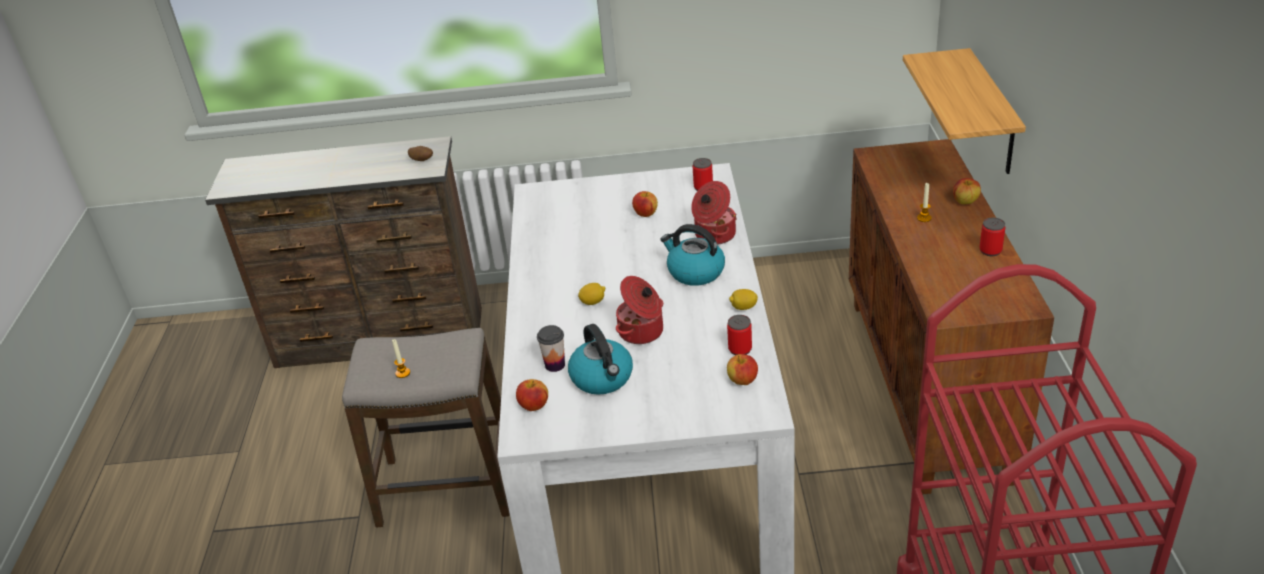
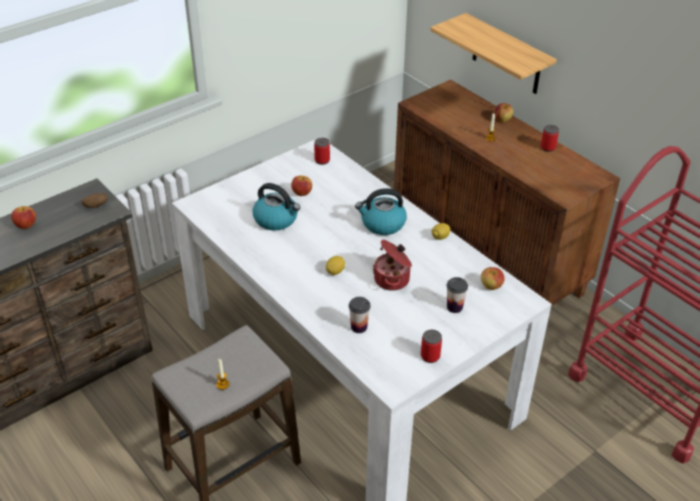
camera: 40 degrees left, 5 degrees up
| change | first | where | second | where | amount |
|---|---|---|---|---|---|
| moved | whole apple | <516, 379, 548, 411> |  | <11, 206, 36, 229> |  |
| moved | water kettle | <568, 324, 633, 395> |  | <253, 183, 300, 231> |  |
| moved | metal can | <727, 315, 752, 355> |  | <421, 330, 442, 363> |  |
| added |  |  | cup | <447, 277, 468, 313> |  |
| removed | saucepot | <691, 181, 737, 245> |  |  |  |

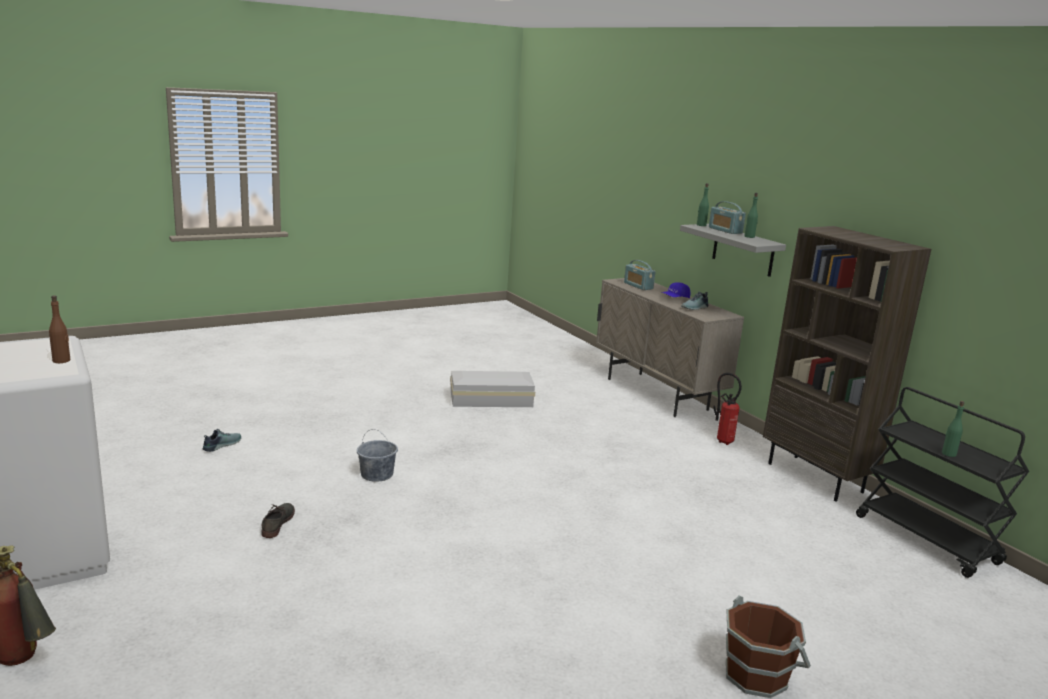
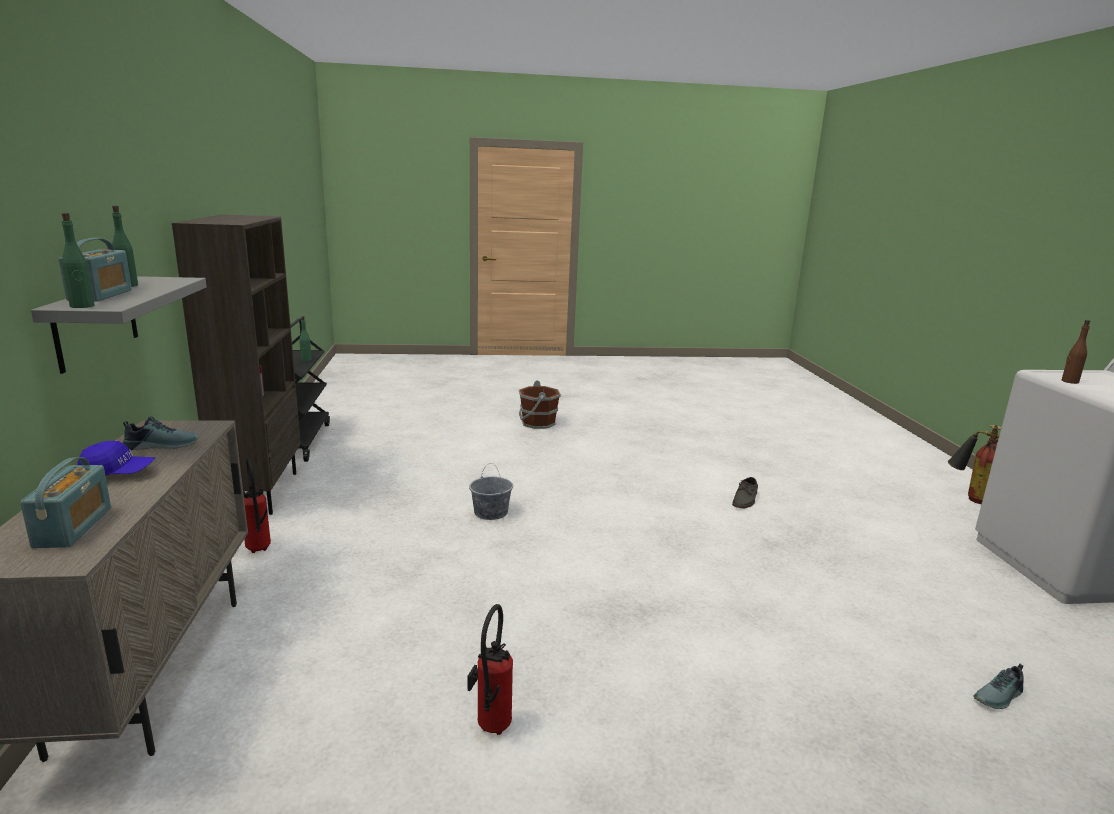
camera: 155 degrees left, 0 degrees up
| change | first | where | second | where | amount |
|---|---|---|---|---|---|
| replaced | storage container (white-coloured) | <450, 371, 535, 407> | extinguisher | <467, 604, 513, 735> |  |
| moved | pail (gray) | <357, 429, 398, 482> |  | <469, 463, 513, 520> |  |
| moved | item of footwear (gray) | <261, 503, 295, 538> |  | <732, 477, 758, 508> |  |

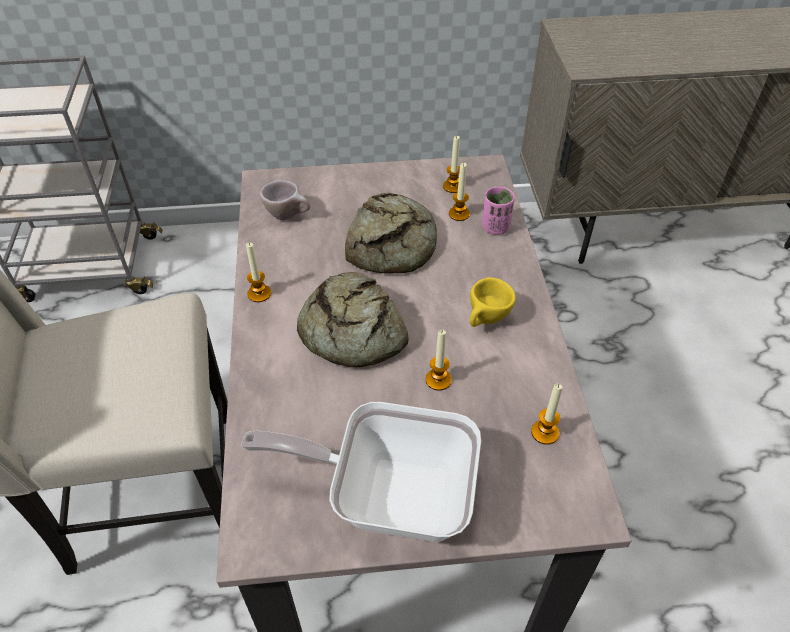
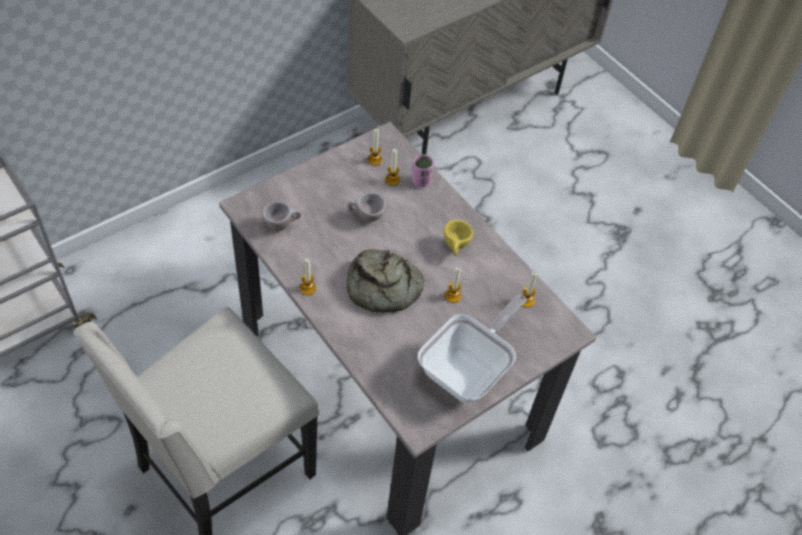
camera: 35 degrees left, 5 degrees up
| change | first | where | second | where | amount |
|---|---|---|---|---|---|
| replaced | bakery bread | <345, 193, 437, 273> | cup (beige-coloured) | <347, 193, 386, 222> |  |
| turned | frying pan | <241, 402, 481, 542> |  | <418, 294, 527, 403> | 150 degrees clockwise |

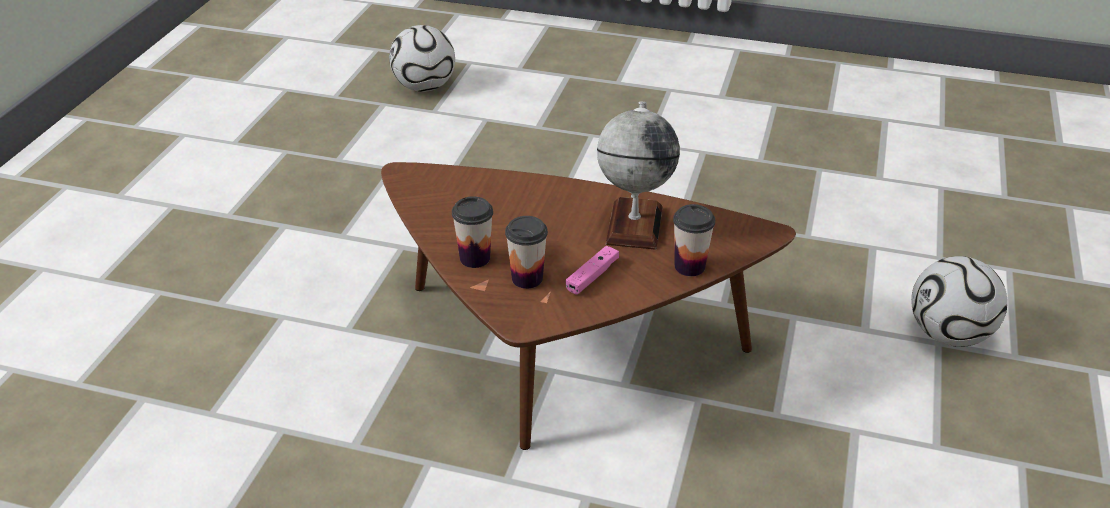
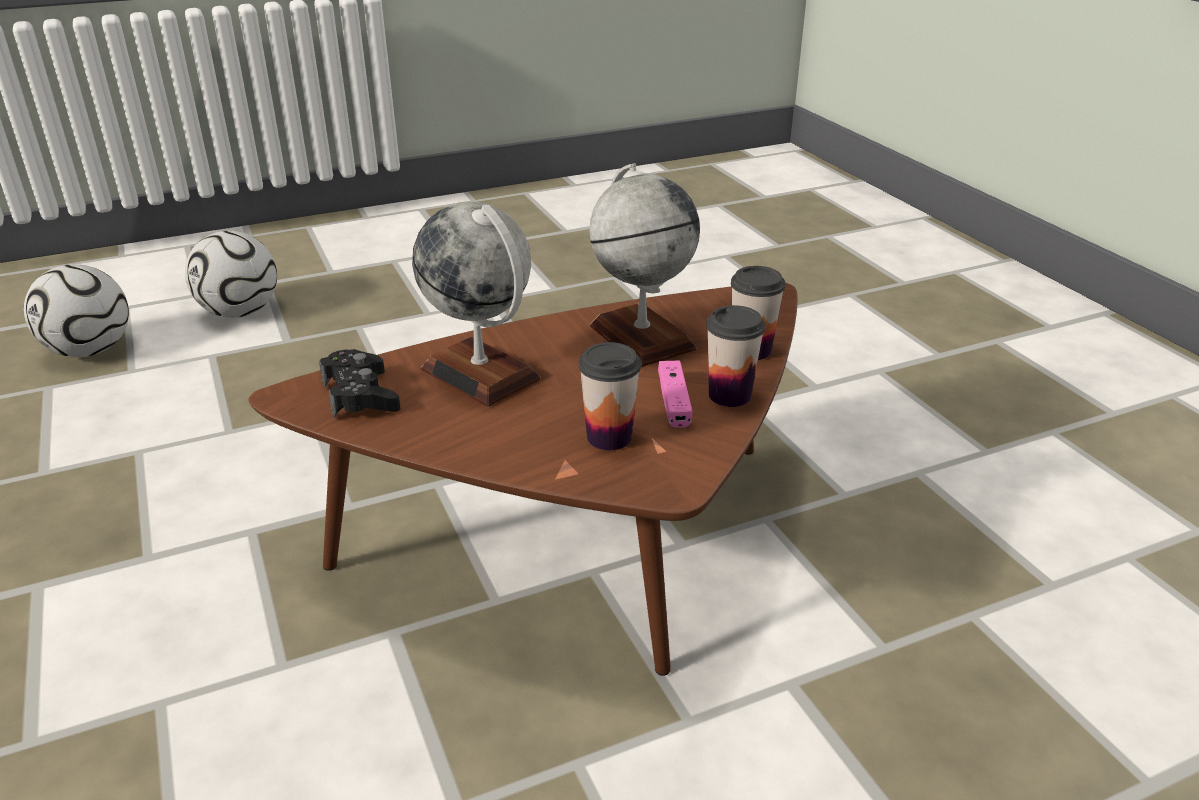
camera: 40 degrees left, 5 degrees down
| change | first | where | second | where | amount |
|---|---|---|---|---|---|
| moved | football | <911, 256, 1007, 347> |  | <185, 231, 277, 318> |  |
| added |  |  | joypad (black-coloured) | <319, 349, 401, 418> |  |
| added |  |  | globe | <412, 202, 540, 407> |  |
| moved | cup | <452, 196, 493, 268> |  | <706, 305, 765, 407> |  |

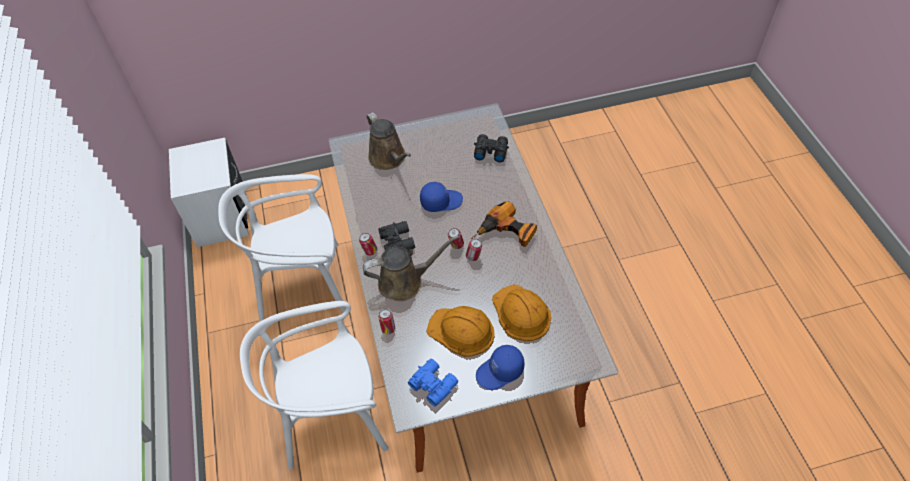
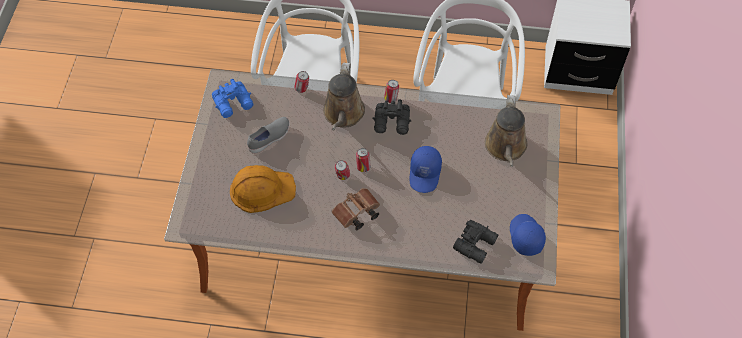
camera: 110 degrees right, 5 degrees up
| change | first | where | second | where | amount |
|---|---|---|---|---|---|
| replaced | work helmet (orangey) | <426, 306, 495, 357> | item of footwear (gray) | <247, 117, 290, 153> |  |
| replaced | power drill | <471, 201, 537, 247> | field glasses (brownish) | <332, 188, 380, 230> |  |
| turned | watering pot (brownish) | <367, 112, 411, 170> |  | <485, 95, 527, 167> | 75 degrees counterclockwise |
| moved | baseball cap (bluish) | <476, 345, 525, 390> |  | <510, 214, 546, 256> |  |

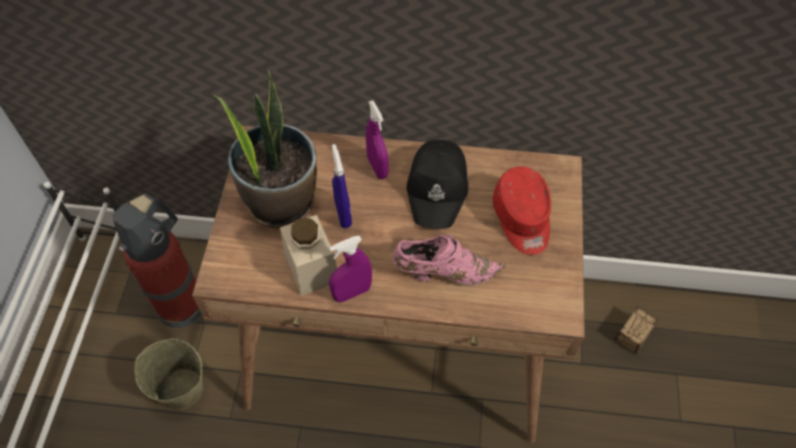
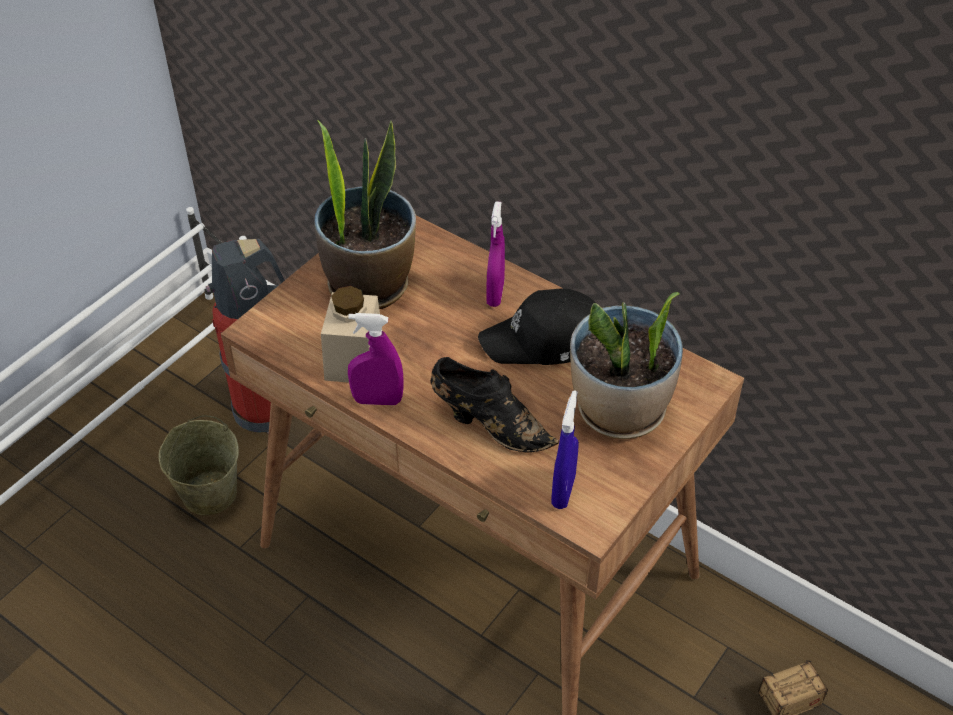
camera: 30 degrees right, 10 degrees down
| change | first | where | second | where | amount |
|---|---|---|---|---|---|
| recoloured | item of footwear (pinkish) | <392, 235, 506, 286> | item of footwear (black-coloured) | <431, 357, 559, 453> |  |
| turned | baseball cap (black-coloured) | <406, 140, 468, 229> |  | <478, 289, 597, 365> | 45 degrees clockwise |
| moved | sprayer (bluish) | <332, 144, 352, 228> |  | <551, 390, 579, 509> |  |
| replaced | baseball cap (red) | <493, 166, 551, 255> | houseplant | <570, 292, 683, 439> |  |

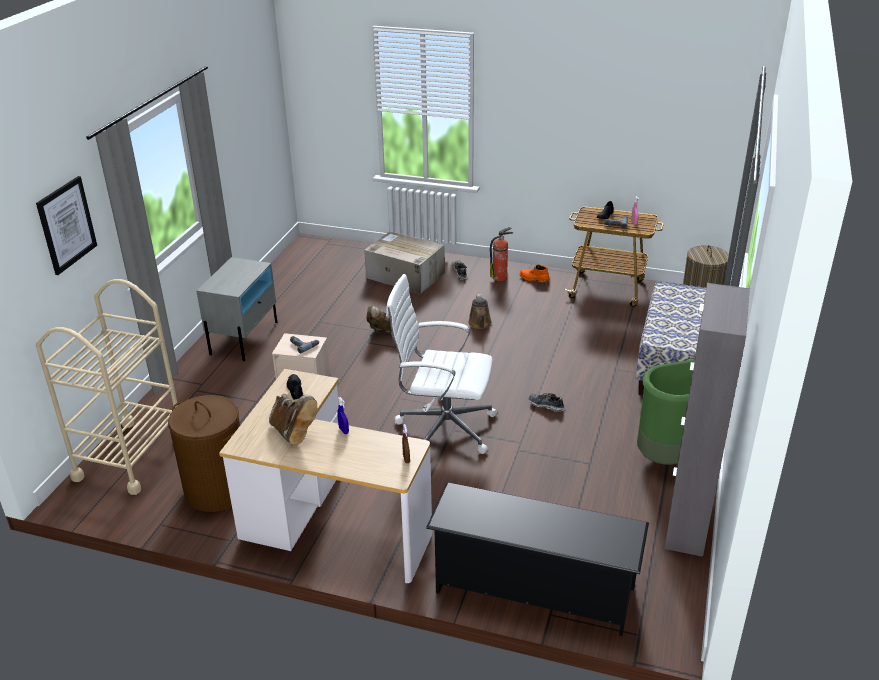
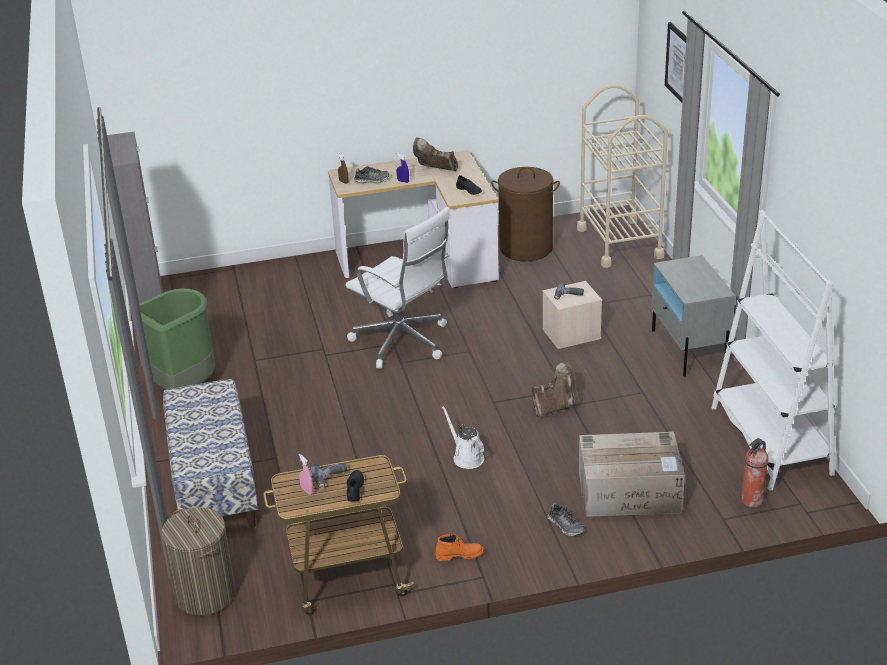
camera: 150 degrees right, 0 degrees up
| change | first | where | second | where | amount |
|---|---|---|---|---|---|
| turned | office chair (white-coloured) | <386, 274, 497, 454> |  | <346, 207, 451, 368> | 60 degrees clockwise |
| moved | item of footwear | <529, 393, 564, 412> |  | <354, 166, 389, 184> |  |
| recoloured | watering pot (brownish) | <468, 294, 492, 329> | watering pot (white-coloured) | <442, 406, 484, 469> |  |
| added |  |  | bookshelf (white-coloured) | <712, 210, 836, 490> |  |
| moved | extinguisher | <490, 227, 514, 281> |  | <741, 438, 768, 507> |  |
| removed | shoe shelf (black-coloured) | <426, 482, 649, 636> |  |  |  |

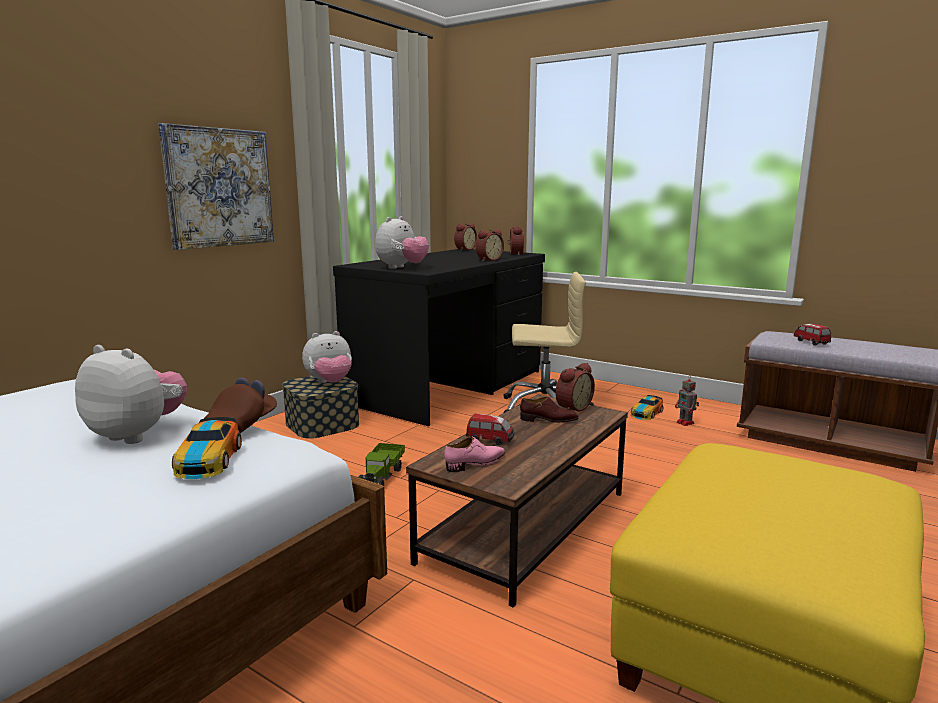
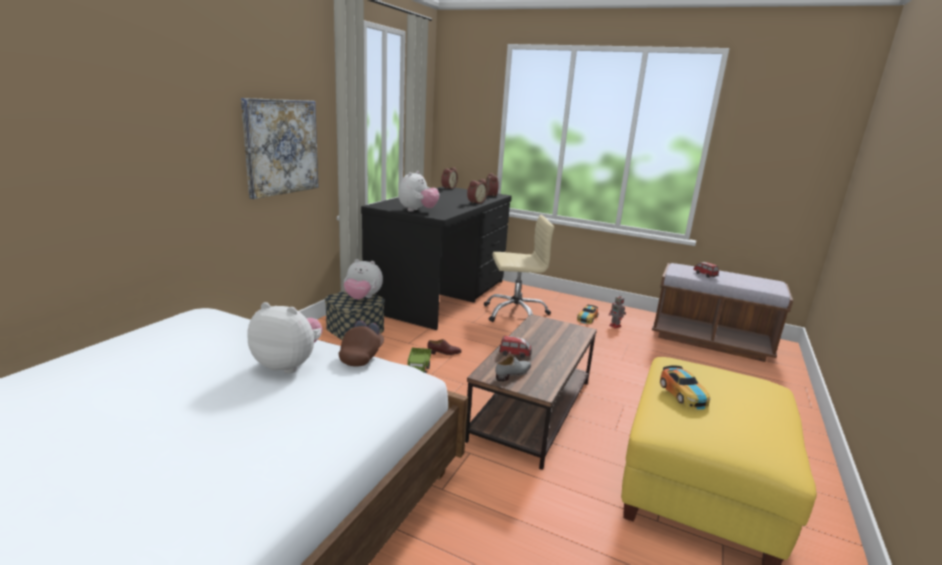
camera: 10 degrees left, 5 degrees up
| change | first | where | second | where | amount |
|---|---|---|---|---|---|
| turned | cuddly toy | <302, 331, 352, 383> |  | <344, 259, 383, 299> | 45 degrees clockwise |
| moved | item of footwear (brownish) | <520, 396, 579, 423> |  | <427, 339, 462, 355> |  |
| recoloured | item of footwear (pinkish) | <444, 437, 505, 472> | item of footwear (gray) | <495, 356, 531, 381> |  |
| moved | model car | <172, 417, 242, 479> |  | <660, 366, 710, 410> |  |
| removed | alarm clock | <556, 363, 595, 411> |  |  |  |

